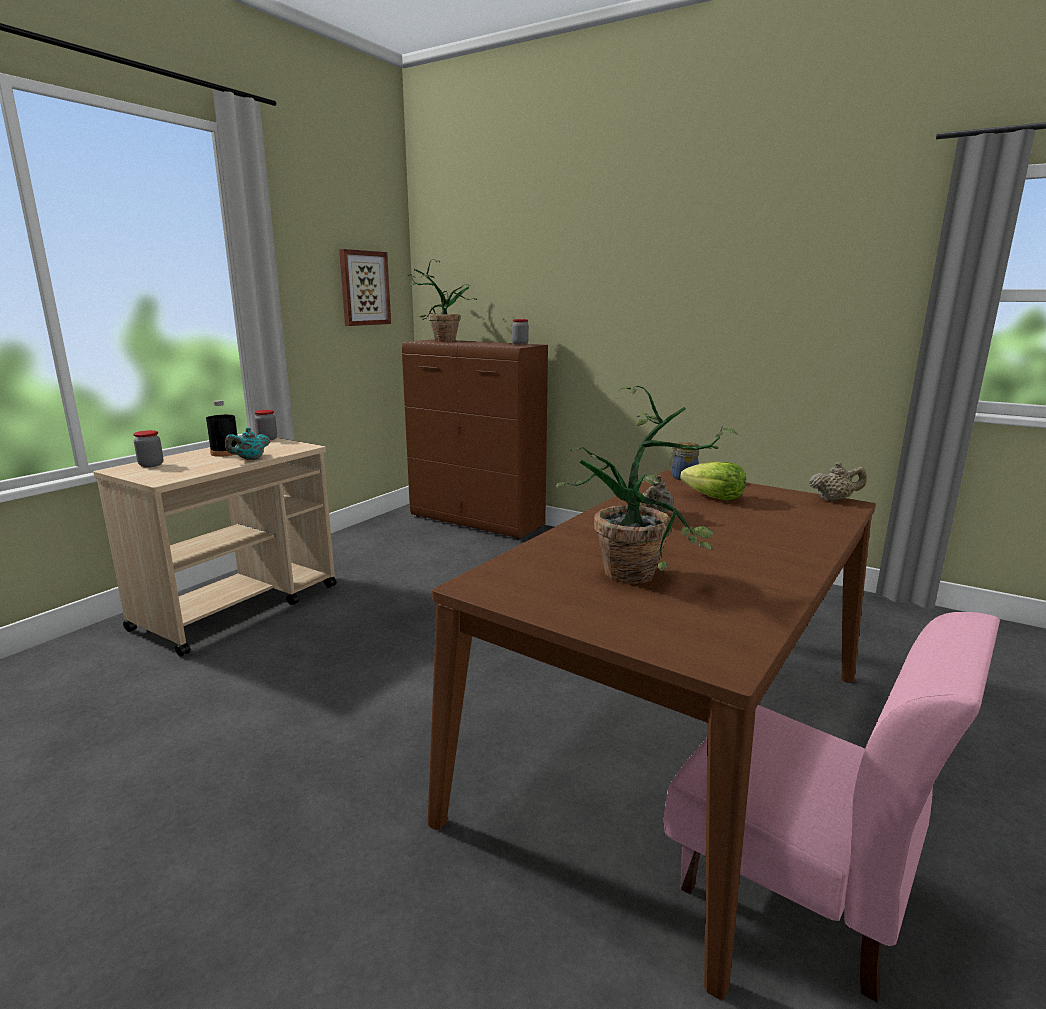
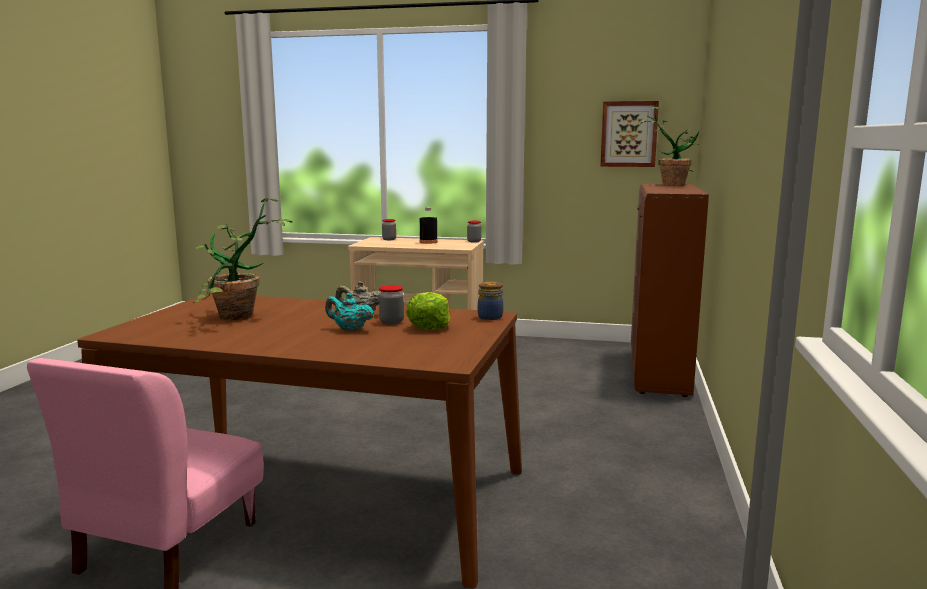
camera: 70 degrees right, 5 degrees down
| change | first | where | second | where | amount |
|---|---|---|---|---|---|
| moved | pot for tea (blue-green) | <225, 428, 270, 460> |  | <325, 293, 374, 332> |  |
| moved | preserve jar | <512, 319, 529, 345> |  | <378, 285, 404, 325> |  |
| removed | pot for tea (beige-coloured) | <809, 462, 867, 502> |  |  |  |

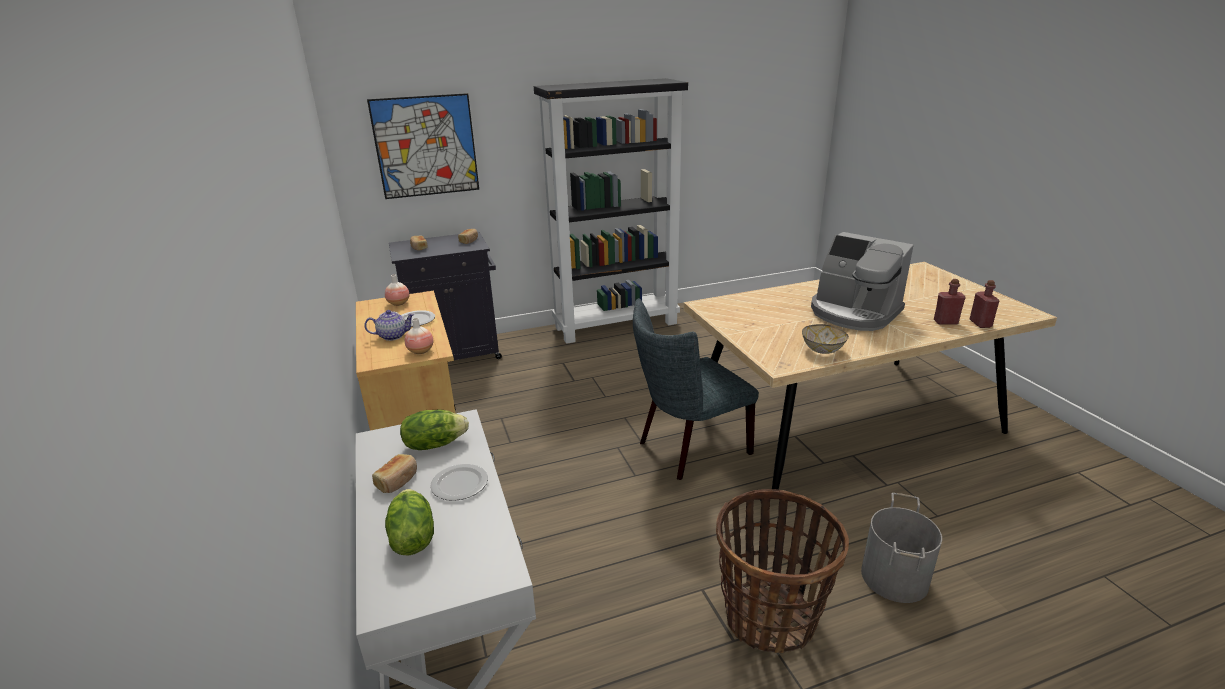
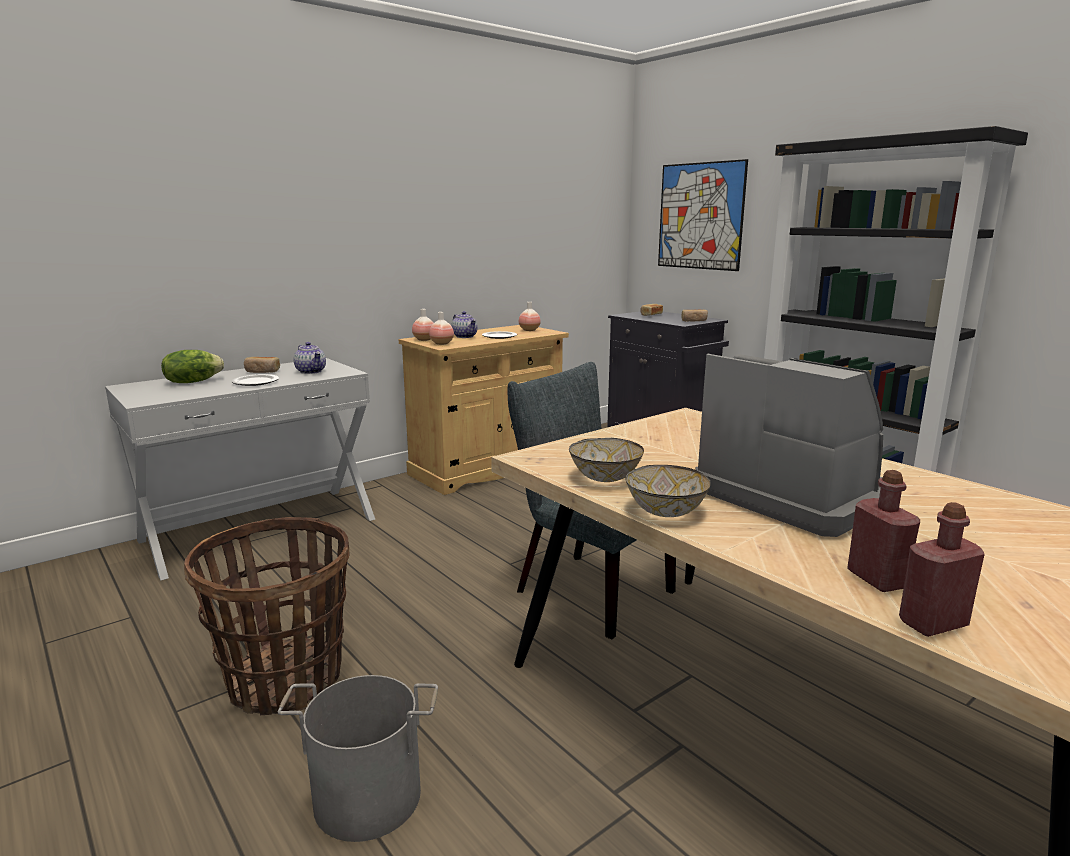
camera: 70 degrees right, 10 degrees down
| change | first | where | second | where | amount |
|---|---|---|---|---|---|
| replaced | lettuce head | <400, 410, 469, 450> | pot for tea | <294, 342, 326, 374> |  |
| added |  |  | decorative vase | <412, 309, 434, 341> |  |
| added |  |  | deep dish | <625, 465, 711, 517> |  |
| turned | coffee maker | <811, 232, 914, 331> |  | <695, 353, 883, 537> | 120 degrees clockwise |

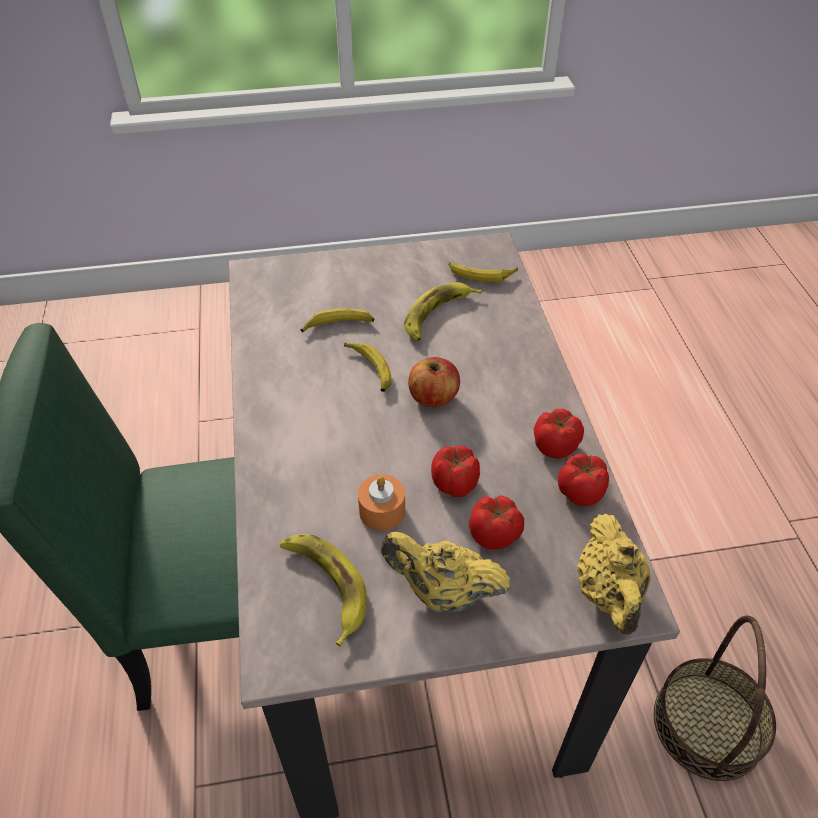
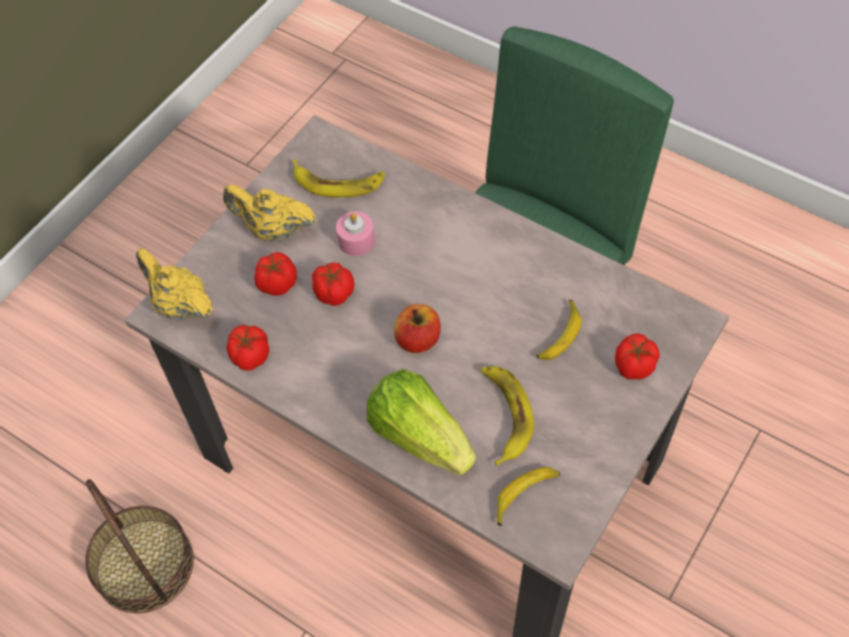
camera: 135 degrees right, 10 degrees up
| change | first | where | second | where | amount |
|---|---|---|---|---|---|
| turned | pot for tea (yellow) | <381, 532, 510, 613> |  | <223, 185, 315, 242> | 135 degrees counterclockwise |
| recoloured | wax light (orangey) | <358, 474, 405, 531> | wax light (pinkish) | <336, 212, 375, 256> |  |
| added |  |  | lettuce head | <367, 369, 476, 475> |  |
| moved | whole tomato | <534, 409, 584, 459> |  | <615, 334, 660, 380> |  |
| removed | banana fruit | <344, 343, 391, 392> |  |  |  |

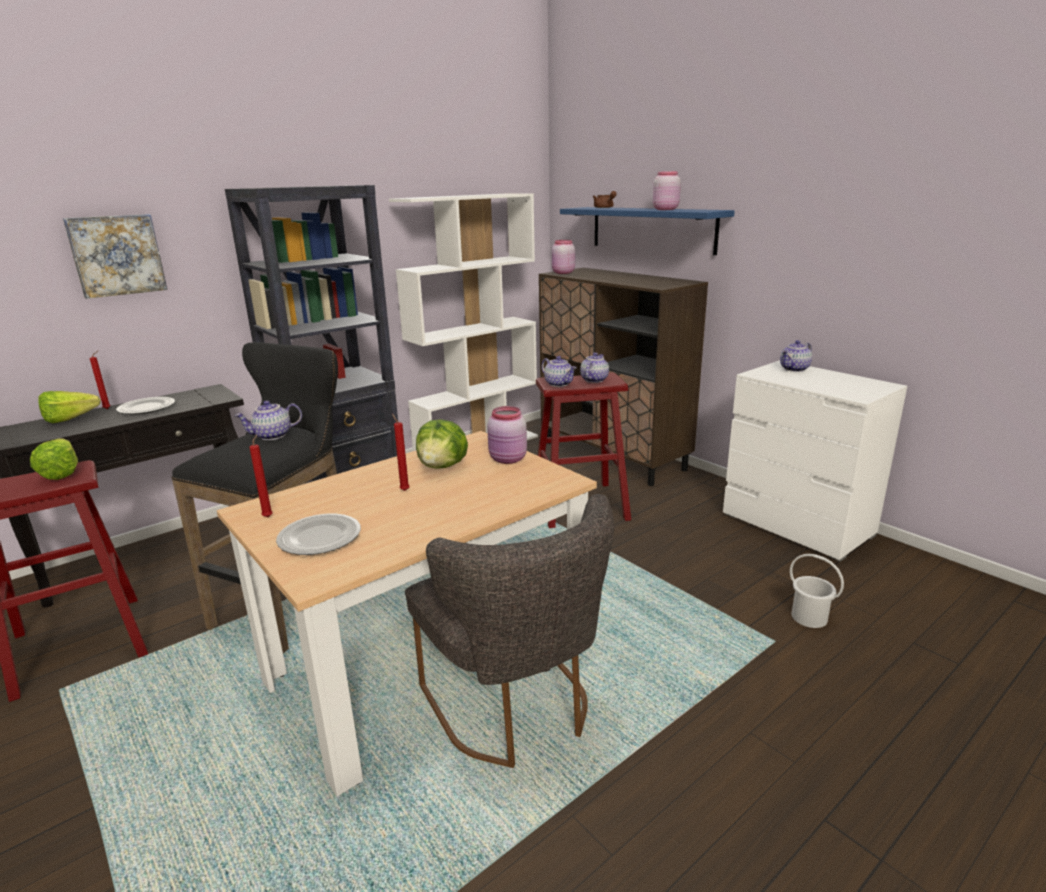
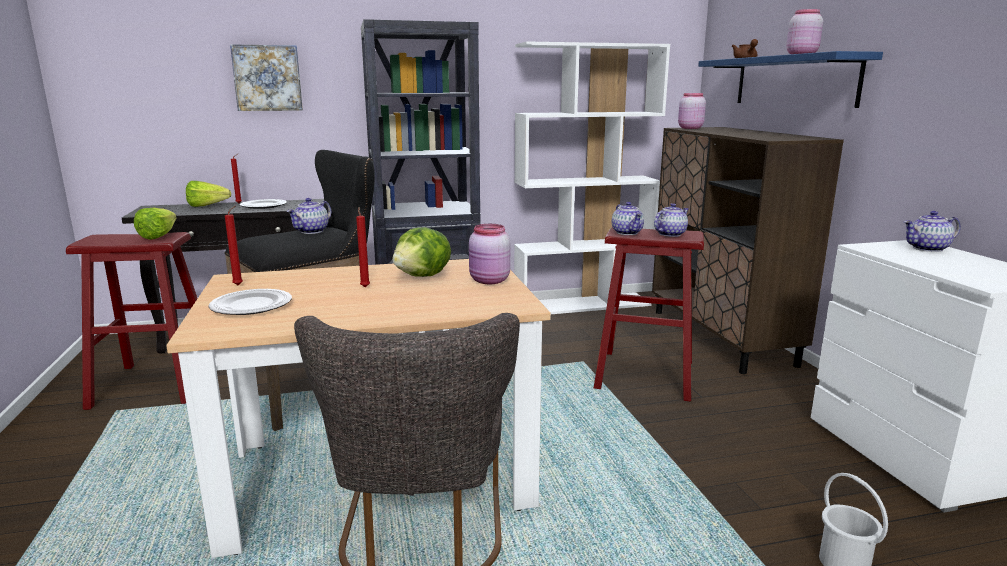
camera: 25 degrees right, 5 degrees down
| change | first | where | second | where | amount |
|---|---|---|---|---|---|
| turned | pot for tea | <235, 401, 302, 440> |  | <287, 198, 331, 234> | 60 degrees counterclockwise |

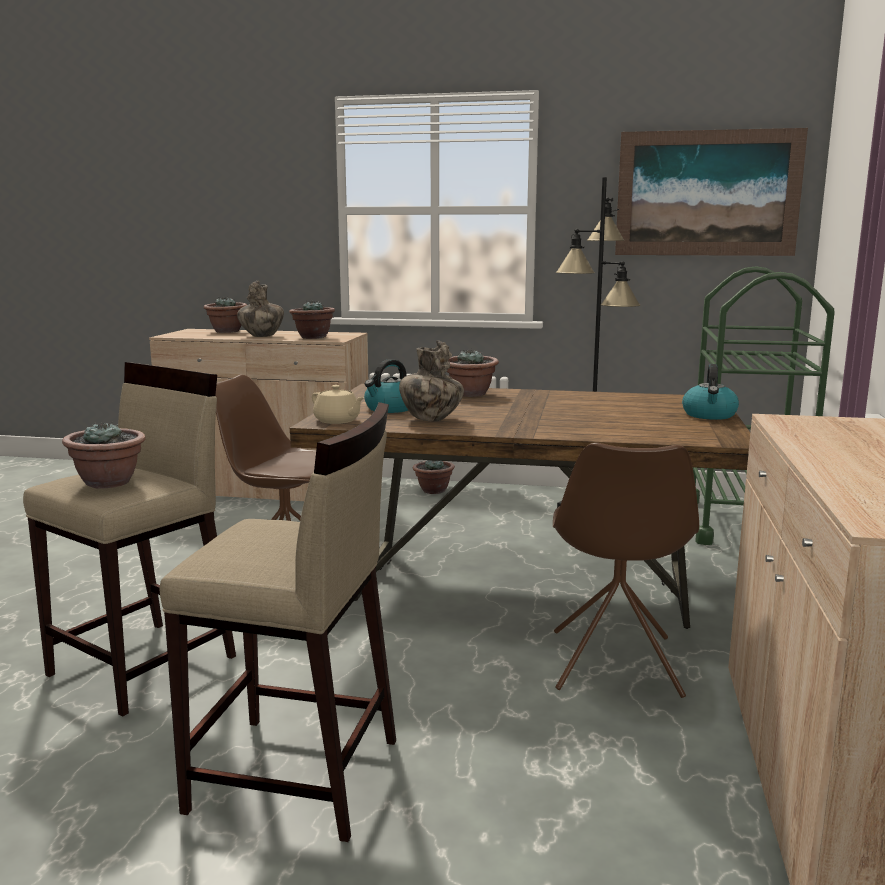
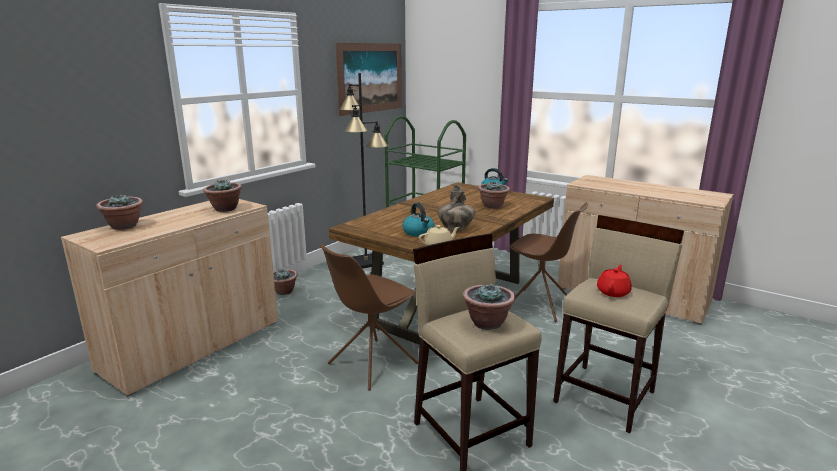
camera: 65 degrees left, 5 degrees up
| change | first | where | second | where | amount |
|---|---|---|---|---|---|
| moved | houseplant | <447, 349, 499, 397> |  | <478, 181, 510, 209> |  |
| added |  |  | pot for tea (red) | <597, 265, 632, 297> |  |
| removed | decorative vase | <237, 281, 284, 337> |  |  |  |

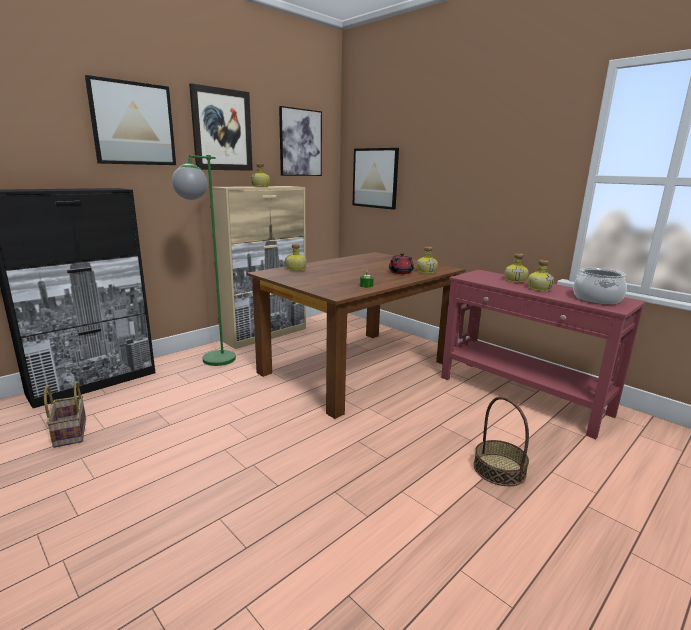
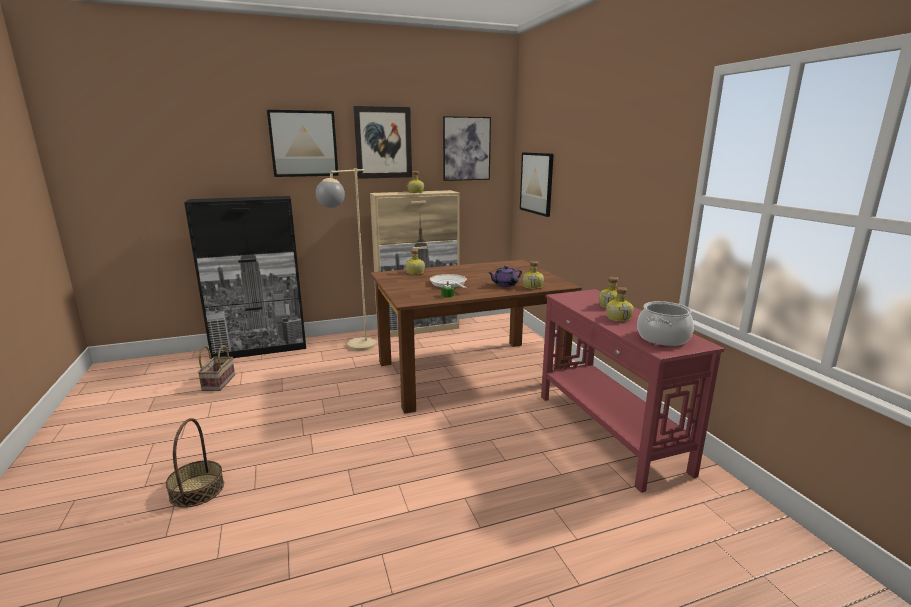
camera: 25 degrees right, 0 degrees up
| change | first | where | second | where | amount |
|---|---|---|---|---|---|
| moved | basket | <474, 397, 529, 486> |  | <166, 418, 224, 508> |  |
| recoloured | floor lamp (green-coloured) | <172, 155, 236, 366> | floor lamp (beige-coloured) | <316, 168, 376, 351> |  |
| added |  |  | frying pan | <430, 274, 467, 288> |  |
| recoloured | pot for tea (red) | <389, 253, 414, 274> | pot for tea (purplish) | <488, 266, 522, 287> |  |

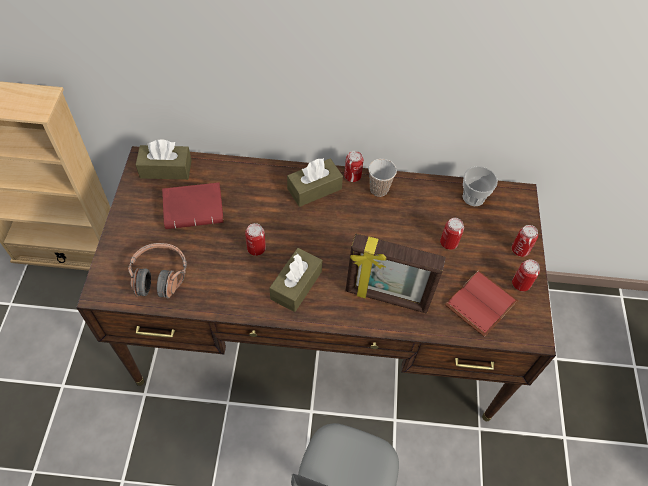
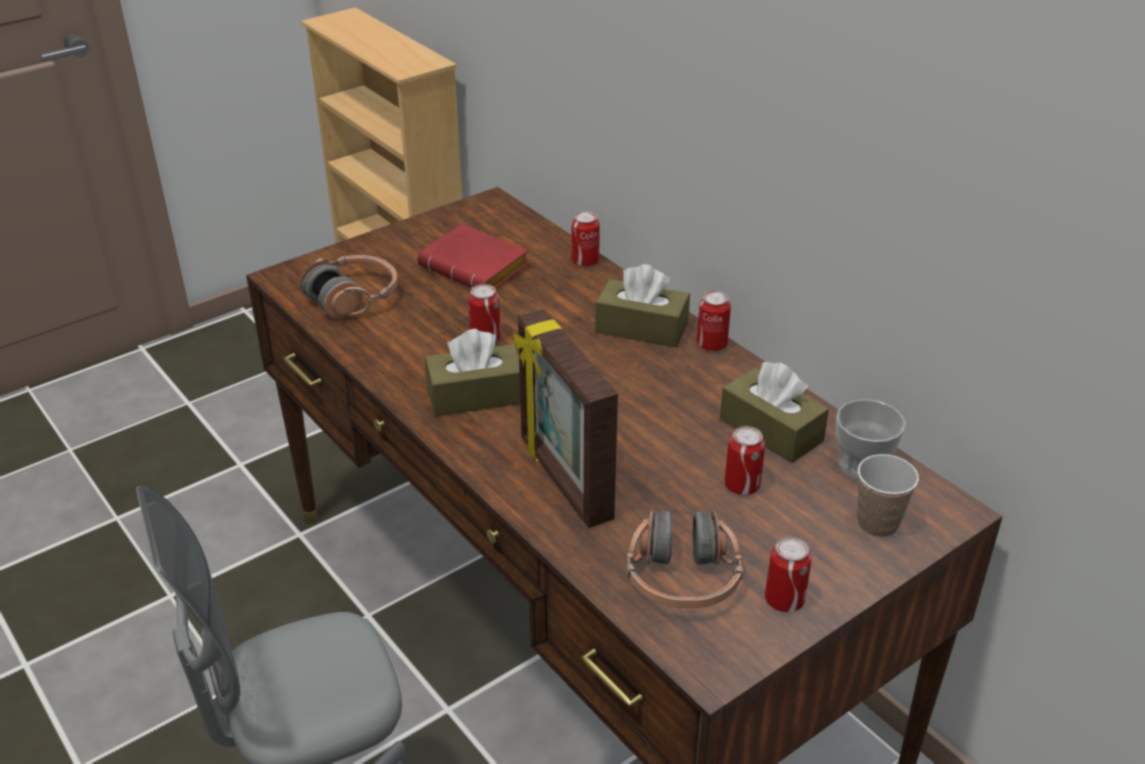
camera: 50 degrees right, 20 degrees down
| change | first | where | second | where | amount |
|---|---|---|---|---|---|
| moved | metal can | <512, 225, 538, 257> |  | <571, 211, 600, 267> |  |
| replaced | bound book (red) | <445, 270, 518, 337> | headphones | <626, 510, 743, 608> |  |
| moved | tissue box (brownish) | <136, 140, 192, 180> |  | <720, 362, 829, 463> |  |
| moved | cup | <368, 159, 397, 197> |  | <857, 454, 919, 538> |  |

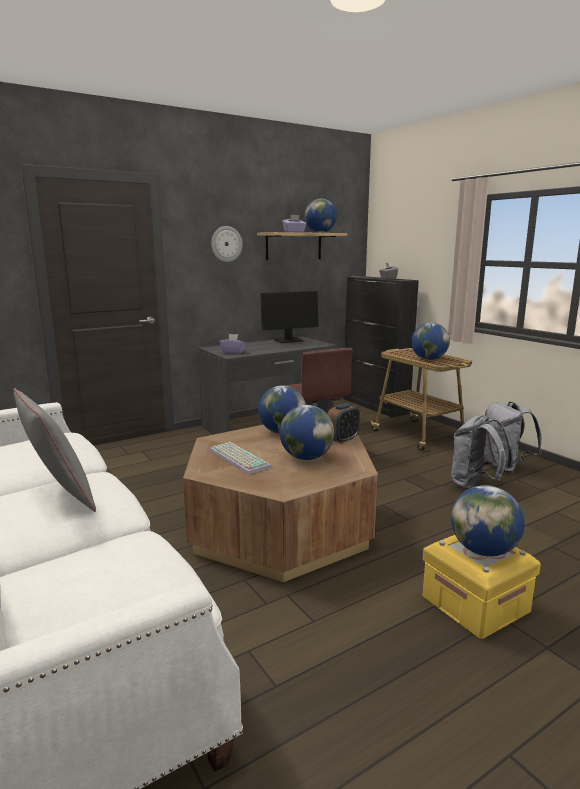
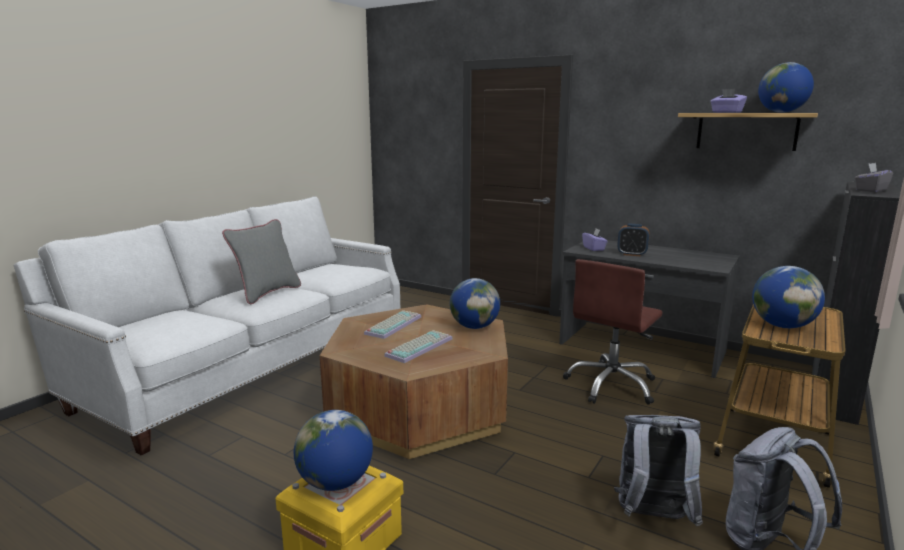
camera: 65 degrees right, 0 degrees up
| change | first | where | second | where | amount |
|---|---|---|---|---|---|
| replaced | globe | <279, 405, 334, 460> | PC keyboard | <384, 330, 453, 363> |  |
| moved | alarm clock | <327, 403, 360, 443> |  | <617, 224, 650, 256> |  |
| removed | hanging clock | <211, 226, 243, 262> |  |  |  |
| removed | computer screen | <260, 291, 319, 343> |  |  |  |

